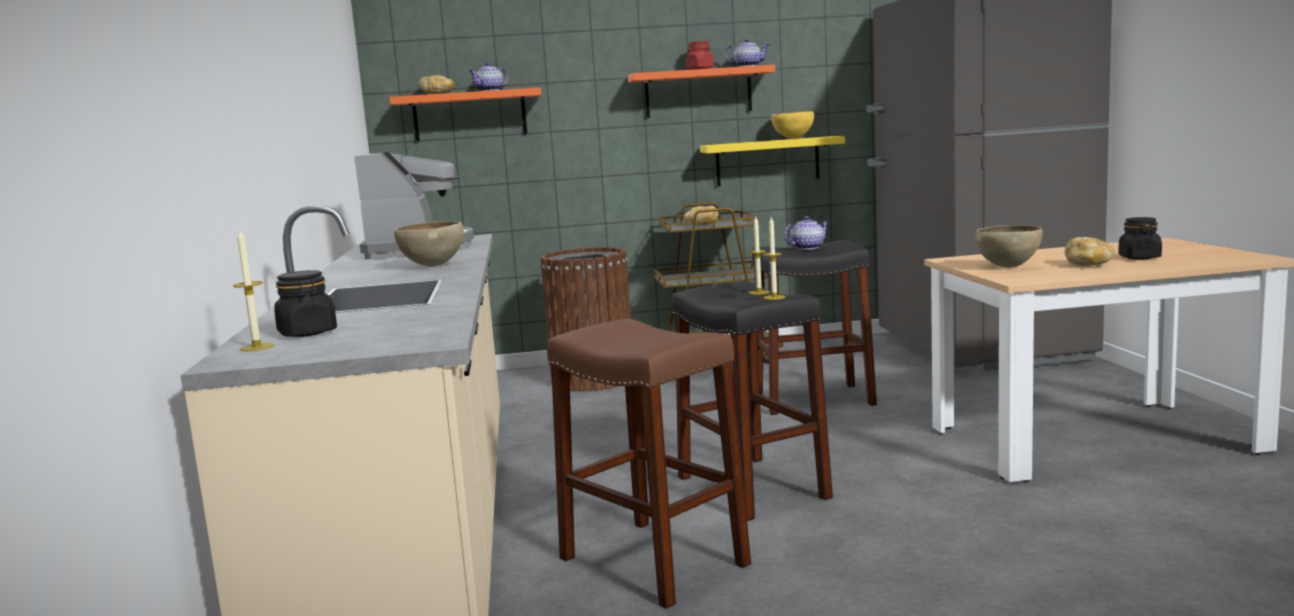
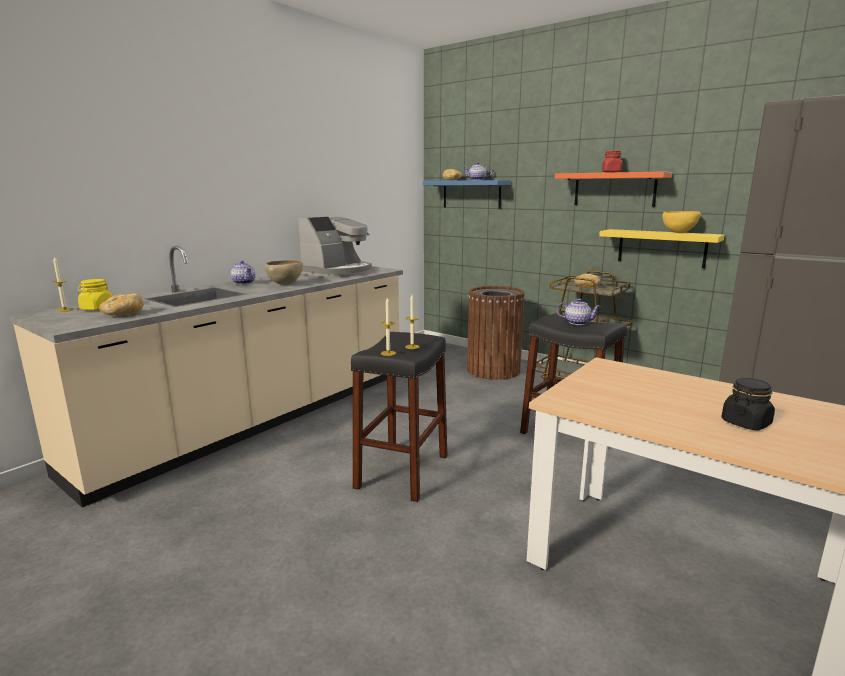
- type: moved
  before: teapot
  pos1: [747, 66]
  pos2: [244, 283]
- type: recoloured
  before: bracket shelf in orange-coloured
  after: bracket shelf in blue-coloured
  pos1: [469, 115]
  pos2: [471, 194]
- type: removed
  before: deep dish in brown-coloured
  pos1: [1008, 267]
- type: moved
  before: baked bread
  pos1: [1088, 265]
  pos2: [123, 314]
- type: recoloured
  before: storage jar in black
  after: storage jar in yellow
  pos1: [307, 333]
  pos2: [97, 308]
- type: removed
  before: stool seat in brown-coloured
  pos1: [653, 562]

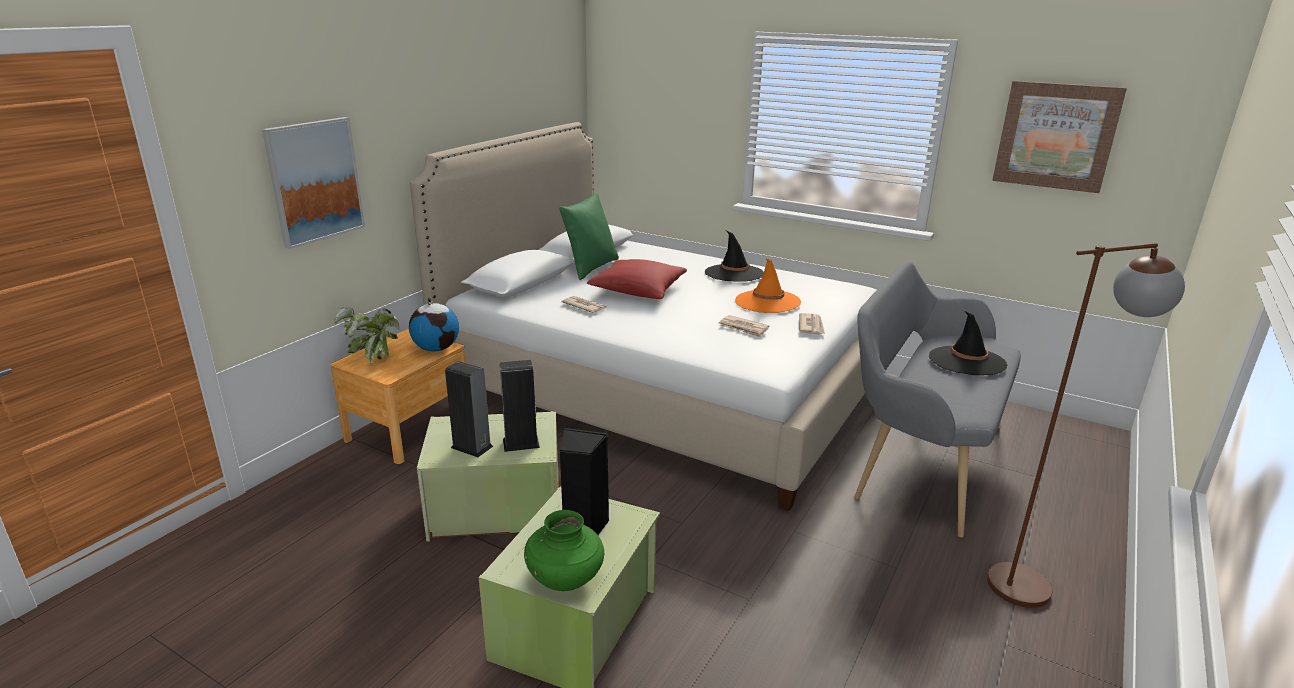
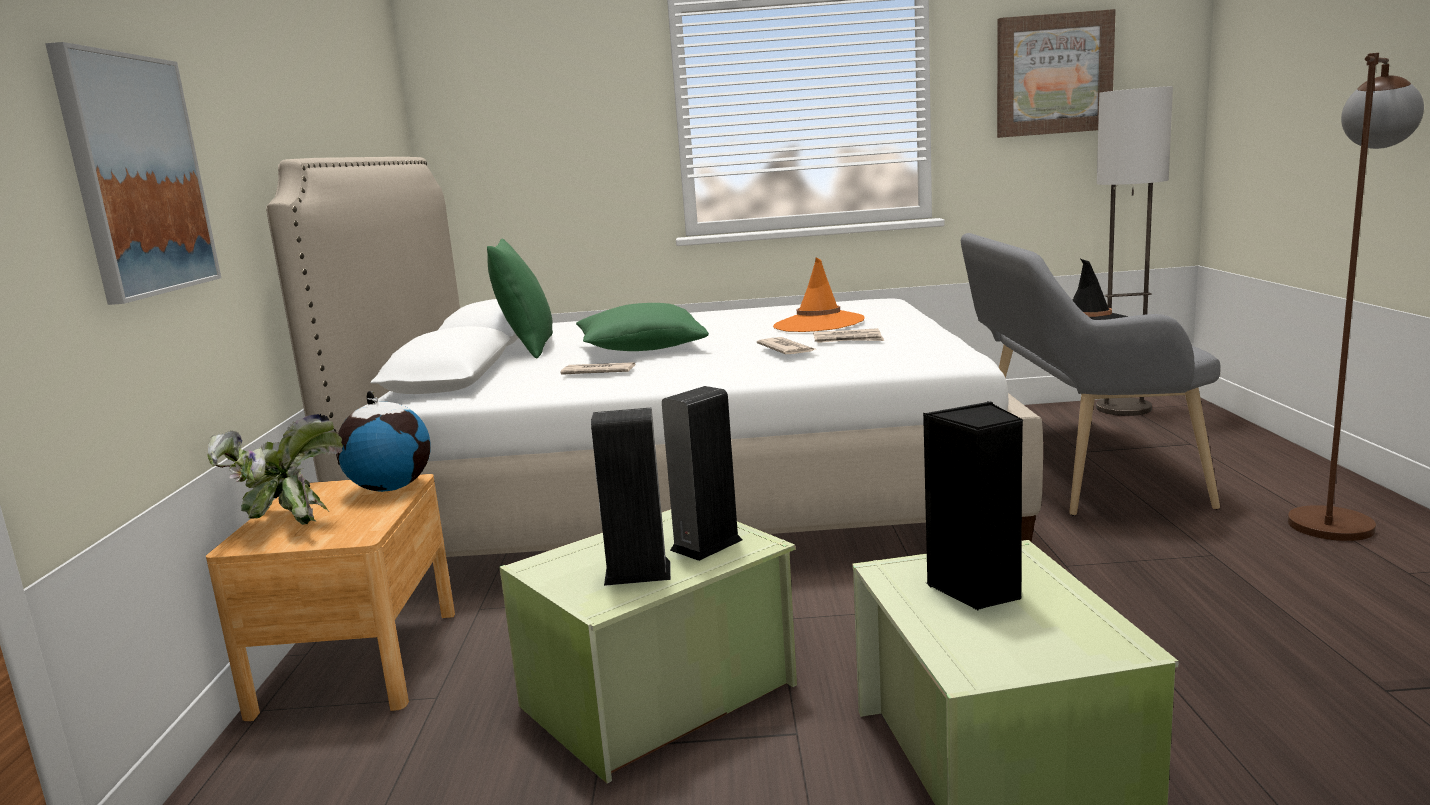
- type: removed
  before: hat in black
  pos1: [734, 273]
- type: recoloured
  before: pillow in red
  after: pillow in greenish
  pos1: [638, 291]
  pos2: [640, 348]
- type: moved
  before: newspaper
  pos1: [811, 326]
  pos2: [786, 349]
- type: removed
  before: flower vase in greenish
  pos1: [566, 579]
- type: added
  after: floor lamp
  pos2: [1123, 408]

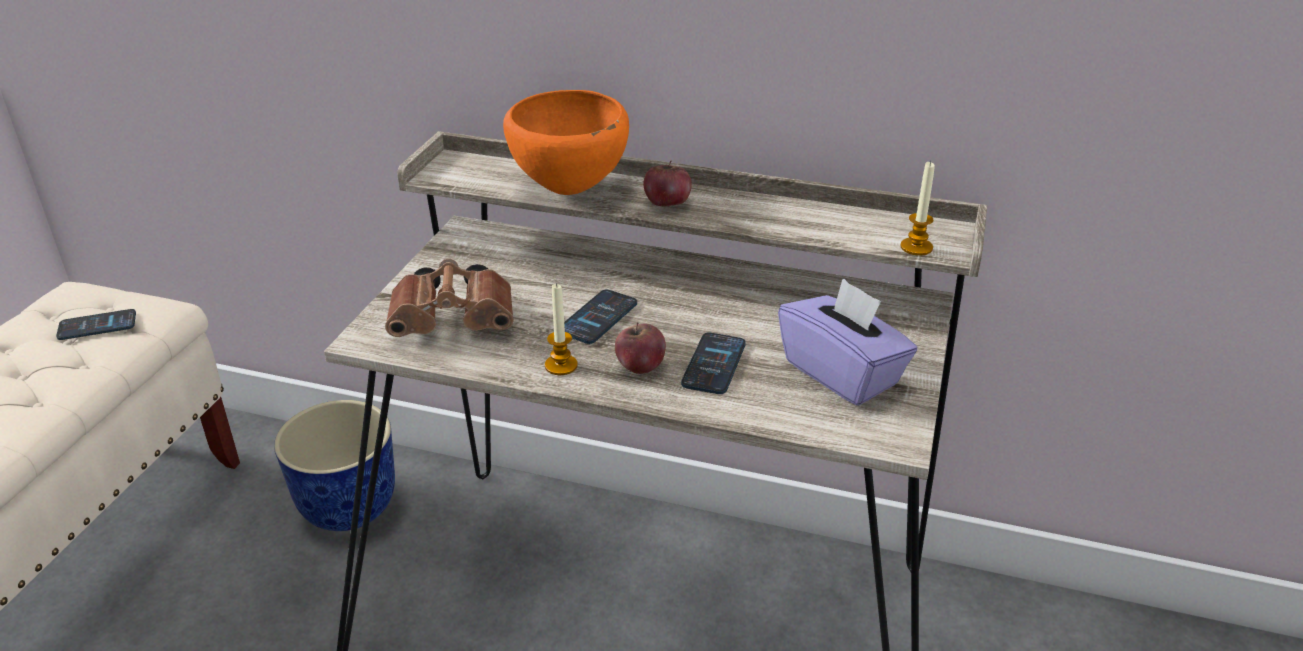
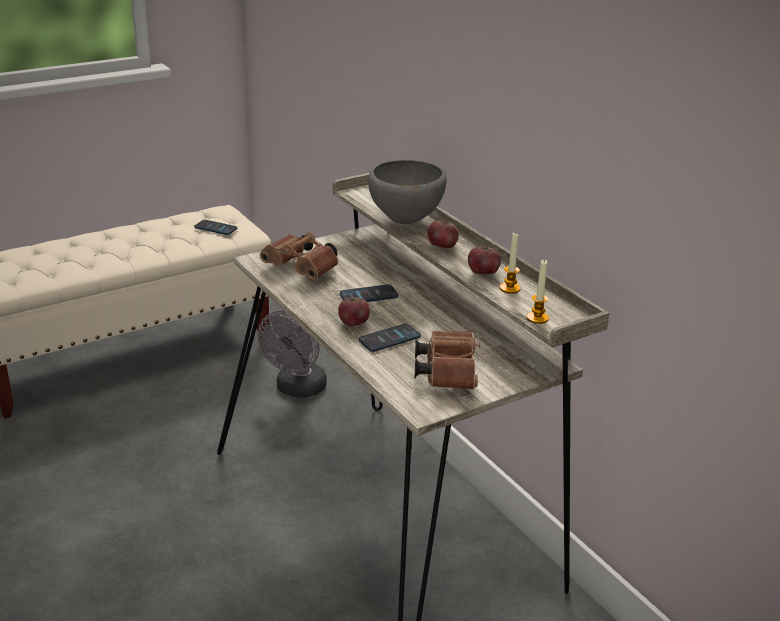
- type: recoloured
  before: deep dish in orange-coloured
  after: deep dish in greyish
  pos1: [570, 190]
  pos2: [405, 222]
- type: replaced
  before: tissue box in purple-coloured
  after: pair of binoculars in brown-coloured
  pos1: [842, 373]
  pos2: [447, 372]
- type: moved
  before: wax candle
  pos1: [561, 365]
  pos2: [510, 288]
- type: replaced
  before: plant pot
  after: electric fan in greyish
  pos1: [350, 507]
  pos2: [297, 389]
- type: added
  after: apple fruit
  pos2: [483, 273]

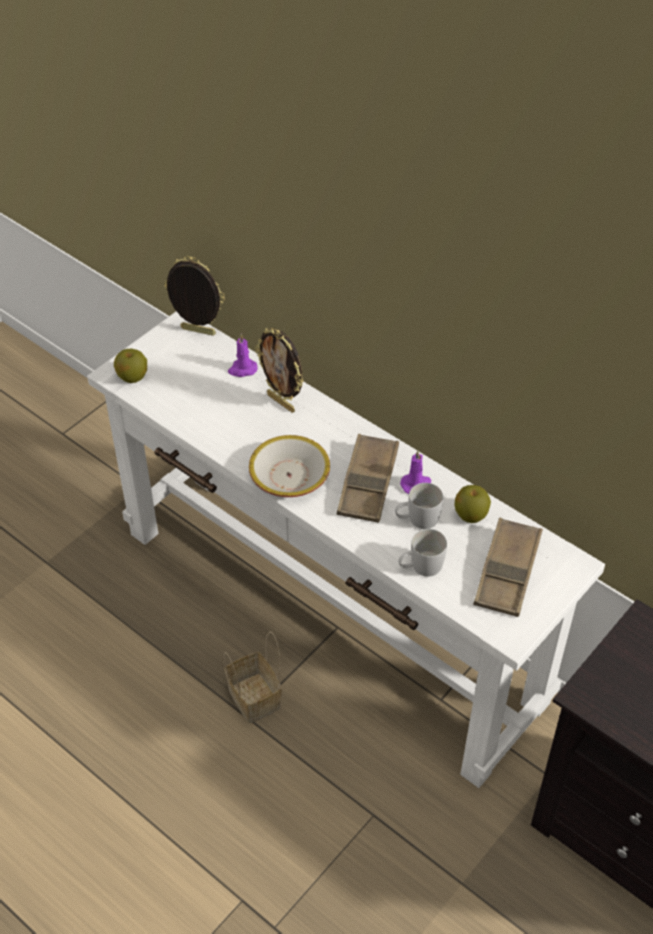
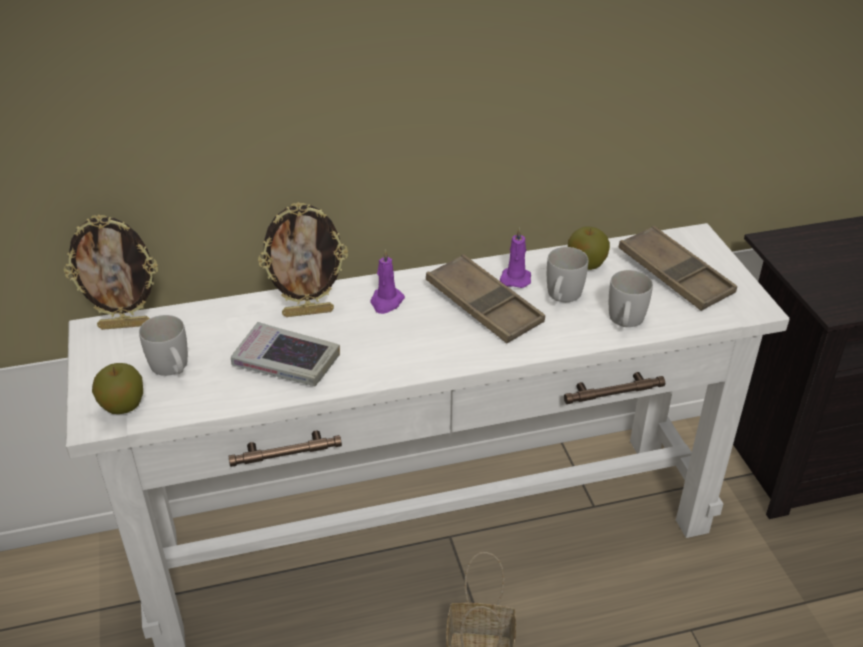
- type: turned
  before: picture frame
  pos1: [197, 332]
  pos2: [125, 325]
  turn: -150
- type: moved
  before: wax candle in purple-coloured
  pos1: [242, 369]
  pos2: [386, 302]
- type: removed
  before: deep dish
  pos1: [289, 475]
- type: added
  after: tea mug in whitish
  pos2: [172, 369]
- type: added
  after: volume
  pos2: [286, 362]

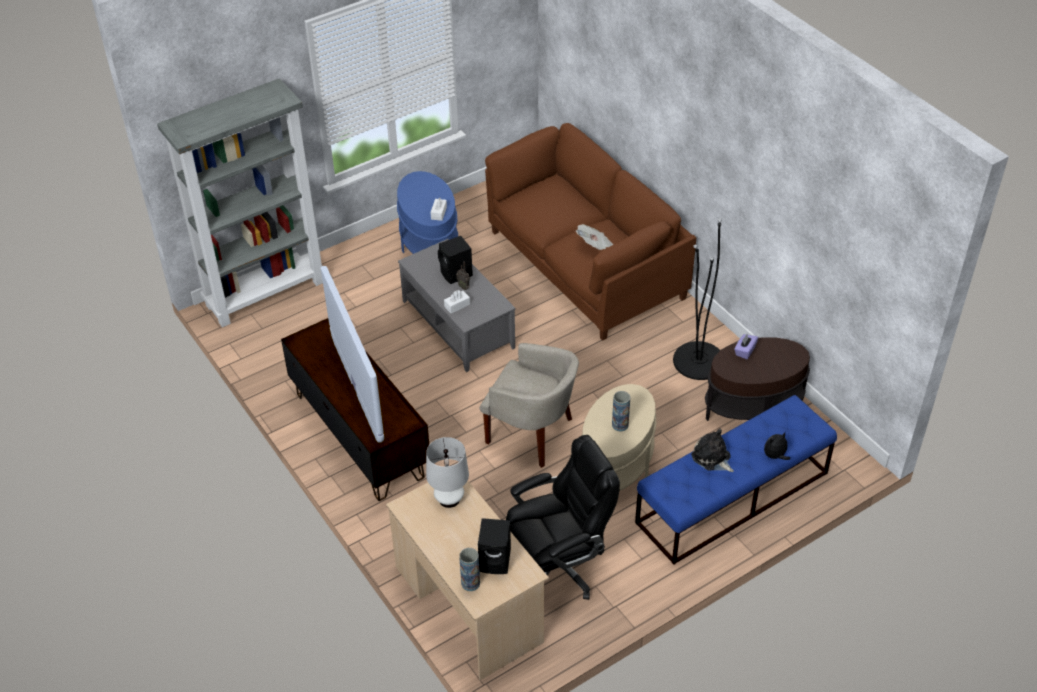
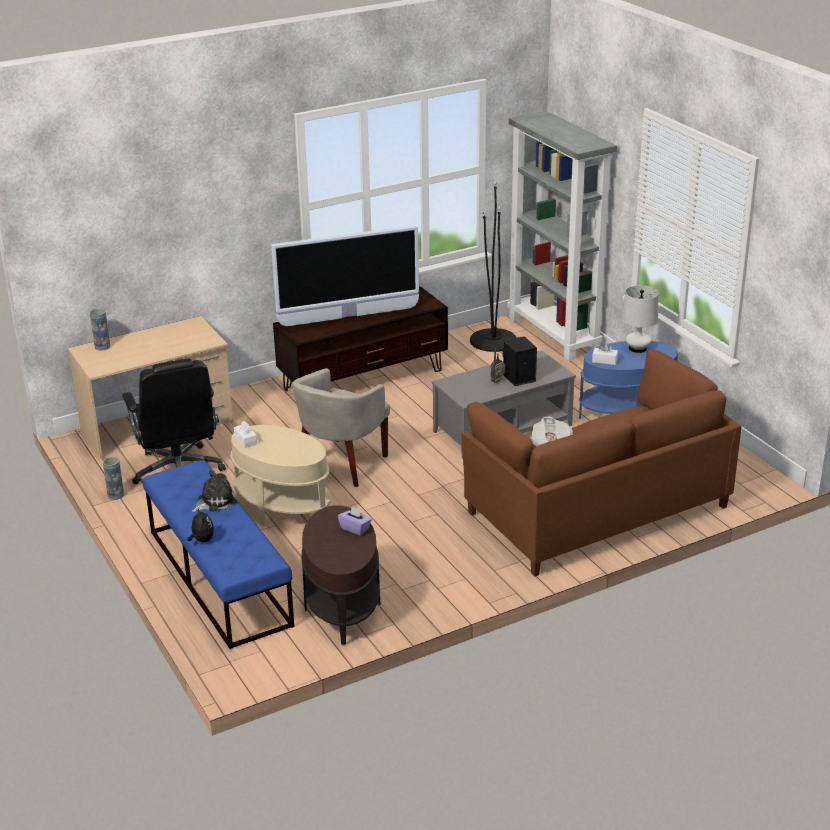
- type: moved
  before: floor lamp in black
  pos1: [699, 361]
  pos2: [493, 340]
- type: moved
  before: tissue box in whitish
  pos1: [457, 305]
  pos2: [245, 440]
- type: moved
  before: flower vase
  pos1: [620, 425]
  pos2: [116, 495]
- type: moved
  before: table lamp in whitish
  pos1: [449, 499]
  pos2: [637, 348]
- type: removed
  before: audio speaker in black
  pos1: [496, 560]

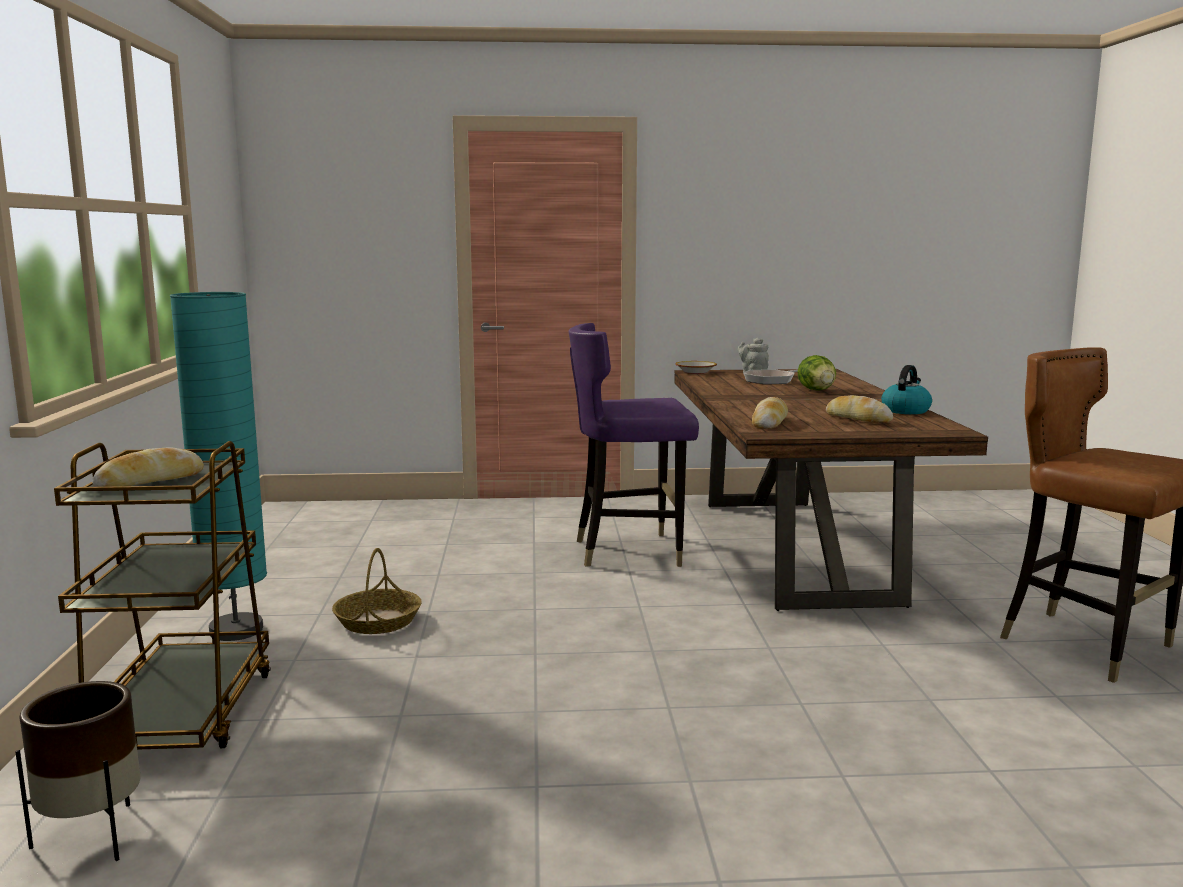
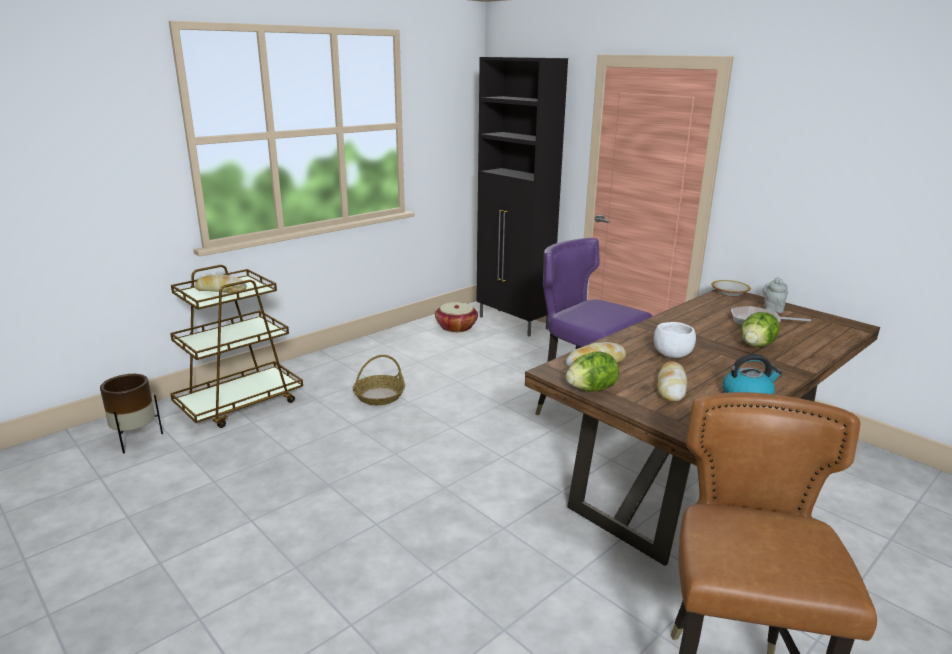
- type: removed
  before: floor lamp in blue-green
  pos1: [236, 630]
- type: added
  after: cupboard in black
  pos2: [513, 323]
- type: added
  after: storage basket
  pos2: [456, 327]
- type: added
  after: deep dish in whitish
  pos2: [672, 355]
- type: added
  after: lettuce head
  pos2: [591, 389]

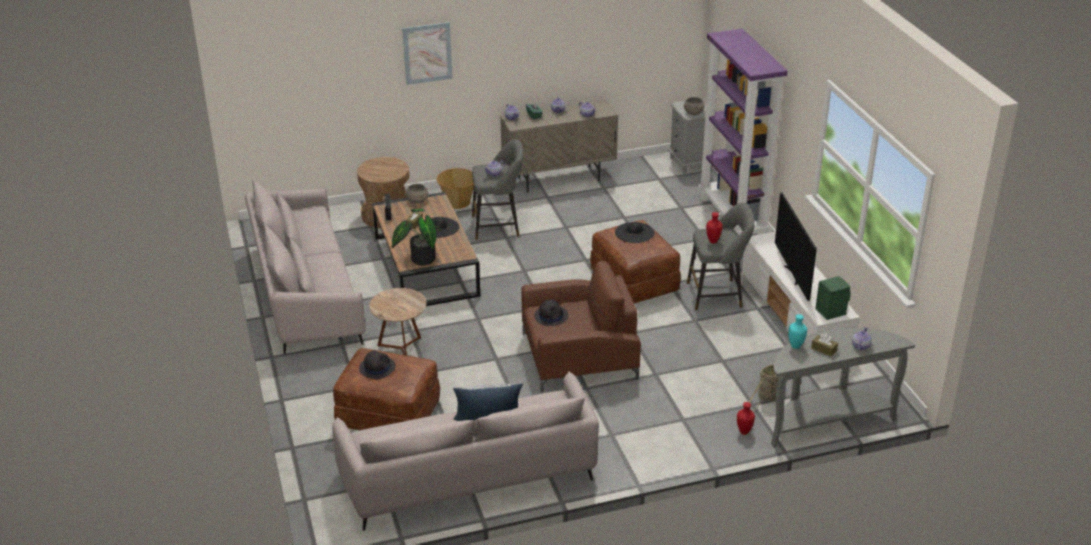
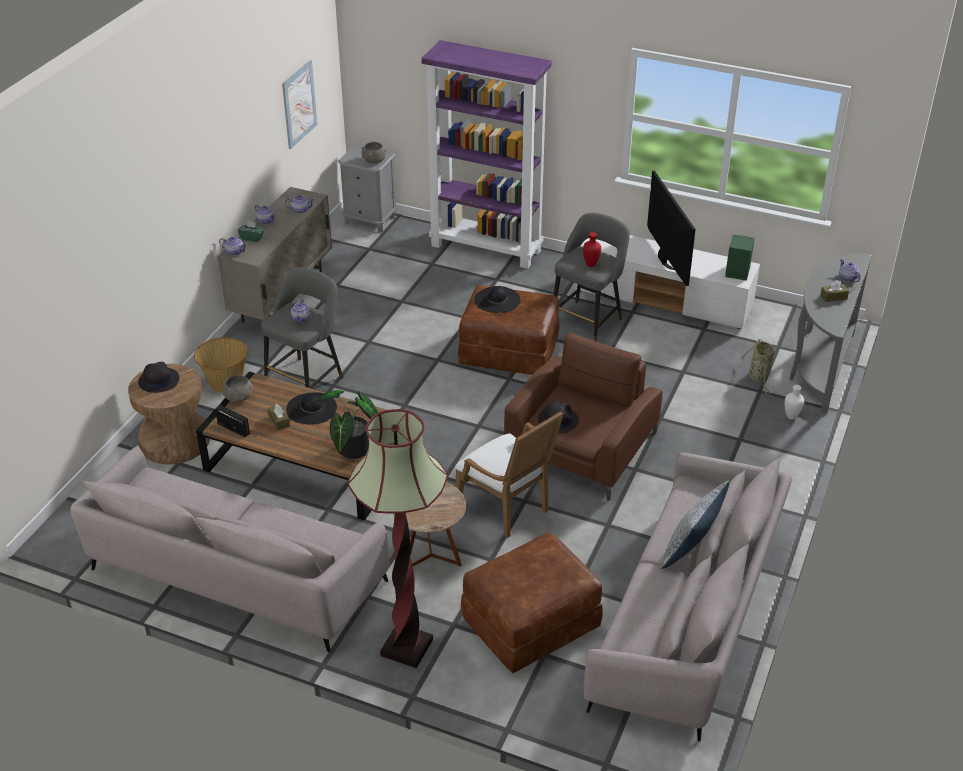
- type: moved
  before: wall art
  pos1: [427, 53]
  pos2: [299, 104]
- type: turned
  before: television
  pos1: [793, 275]
  pos2: [664, 260]
  turn: -135
- type: removed
  before: flower vase in blue-green
  pos1: [796, 346]
- type: moved
  before: hat in black
  pos1: [377, 367]
  pos2: [158, 380]
- type: recoloured
  before: flower vase in red
  after: flower vase in whitish
  pos1: [744, 432]
  pos2: [792, 417]
- type: added
  after: floor lamp
  pos2: [406, 647]
- type: added
  after: lounge chair in whitish
  pos2: [508, 509]

